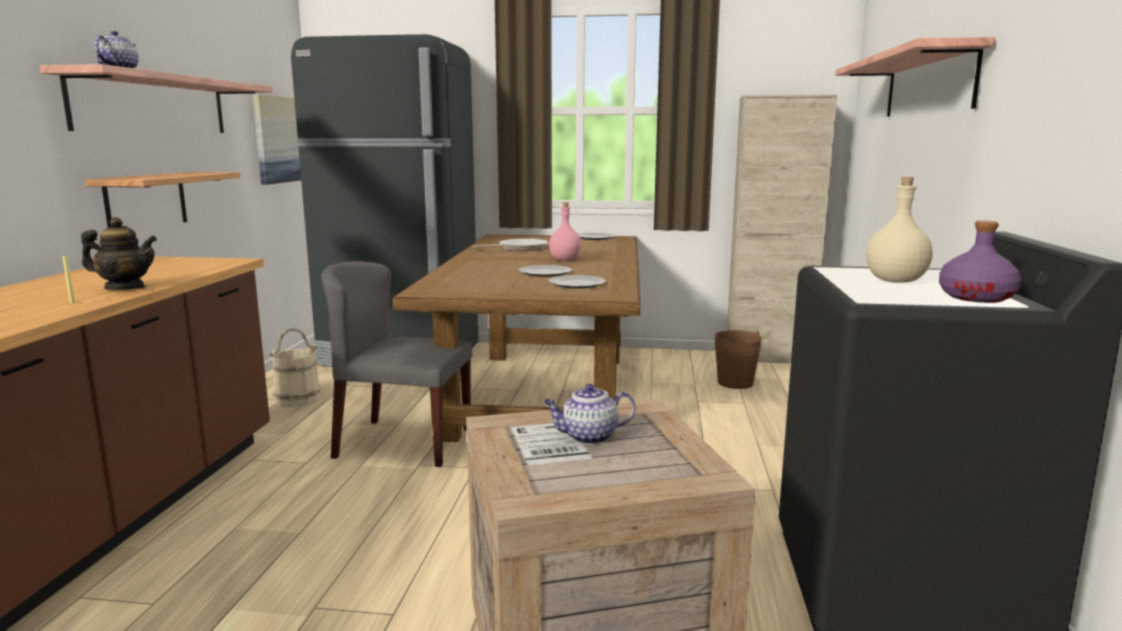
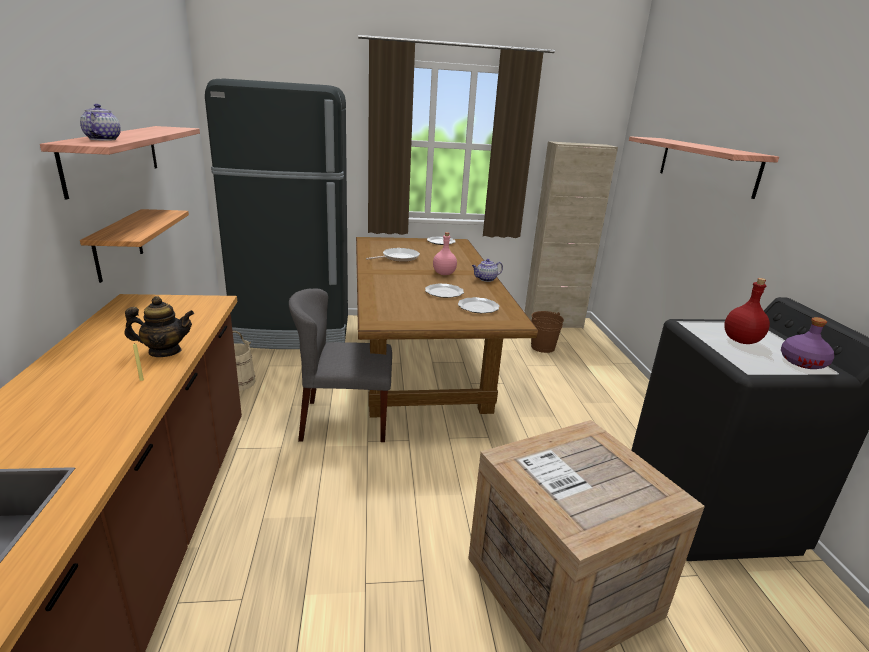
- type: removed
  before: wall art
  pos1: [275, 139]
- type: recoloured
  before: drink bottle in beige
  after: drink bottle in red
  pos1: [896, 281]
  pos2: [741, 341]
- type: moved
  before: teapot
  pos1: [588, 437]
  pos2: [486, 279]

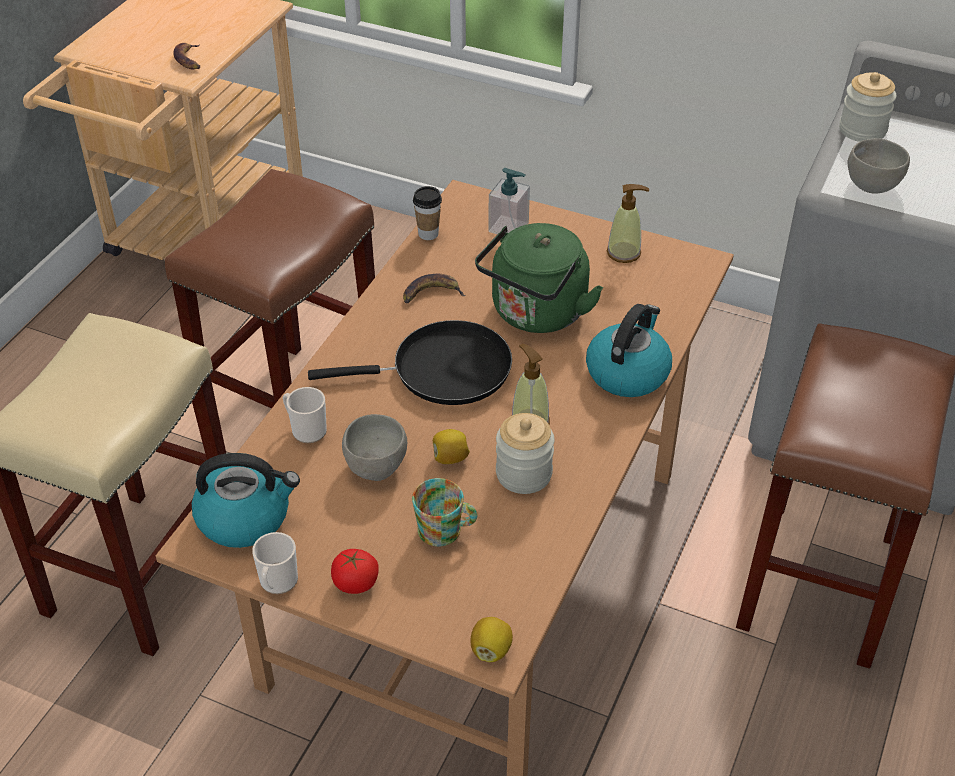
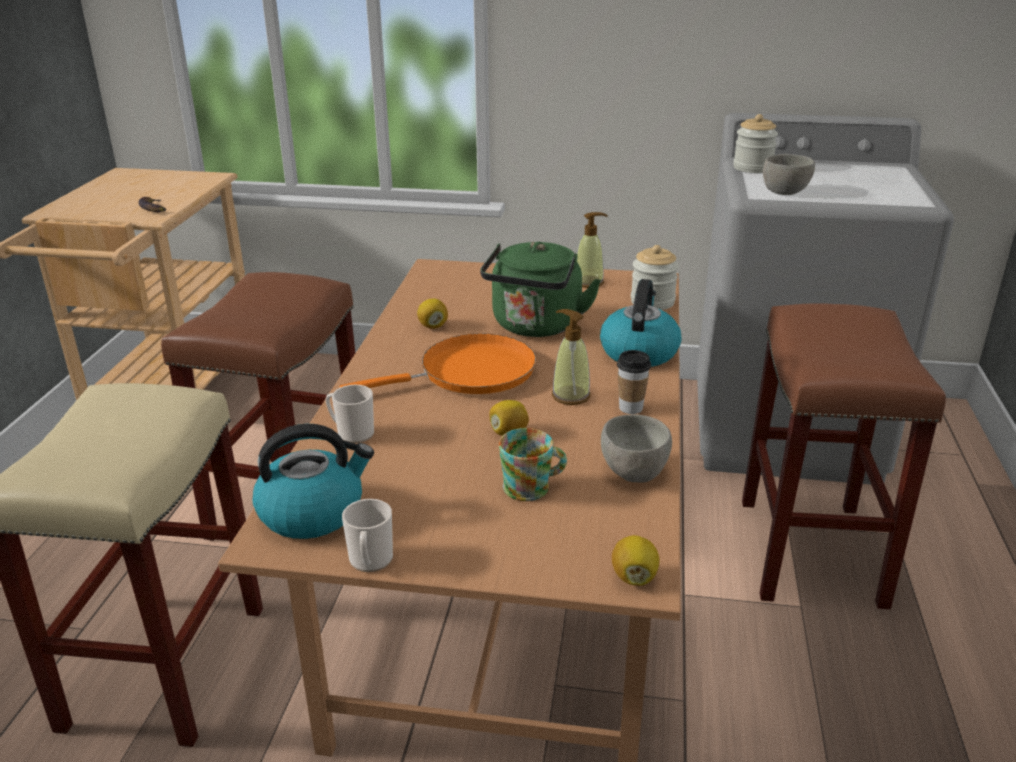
- type: removed
  before: soap dispenser
  pos1: [508, 227]
- type: moved
  before: small cup
  pos1: [428, 234]
  pos2: [630, 408]
- type: replaced
  before: banana
  after: whole lemon
  pos1: [431, 293]
  pos2: [433, 326]
- type: recoloured
  before: skillet in black
  after: skillet in orange-coloured
  pos1: [443, 370]
  pos2: [469, 373]
- type: moved
  before: storage jar
  pos1: [523, 474]
  pos2: [652, 302]
- type: moved
  before: deep dish in greyish
  pos1: [374, 466]
  pos2: [632, 472]
- type: removed
  before: fresh tomato
  pos1: [355, 583]

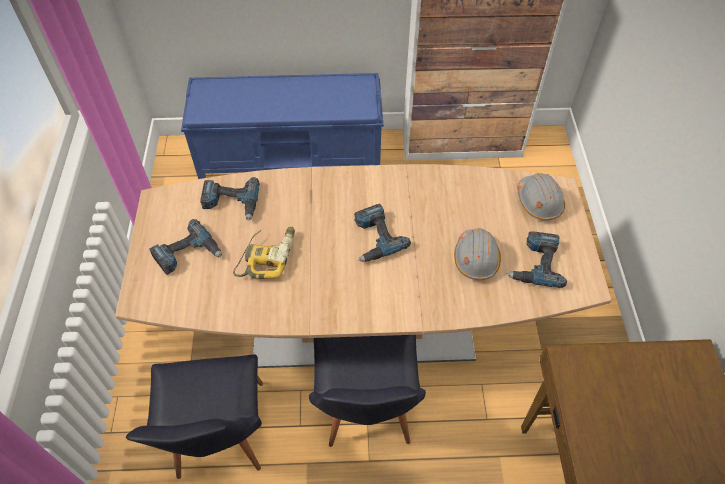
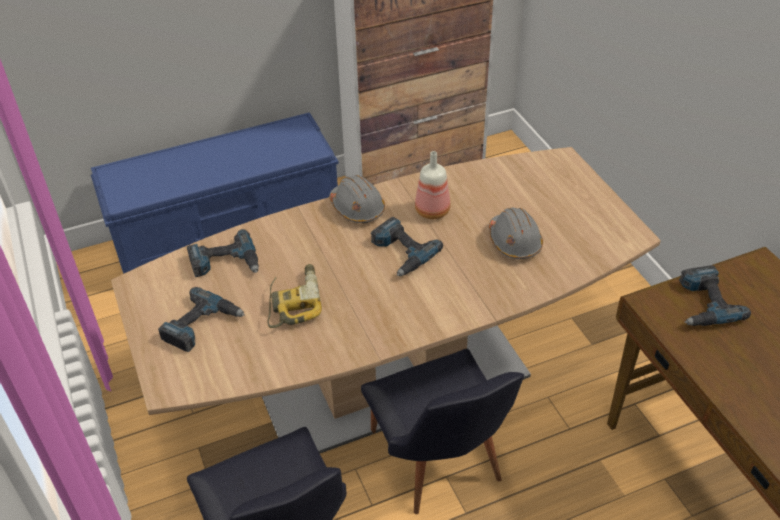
- type: moved
  before: safety helmet in greyish
  pos1: [538, 202]
  pos2: [357, 208]
- type: moved
  before: drill
  pos1: [535, 263]
  pos2: [703, 303]
- type: added
  after: drink bottle
  pos2: [433, 211]

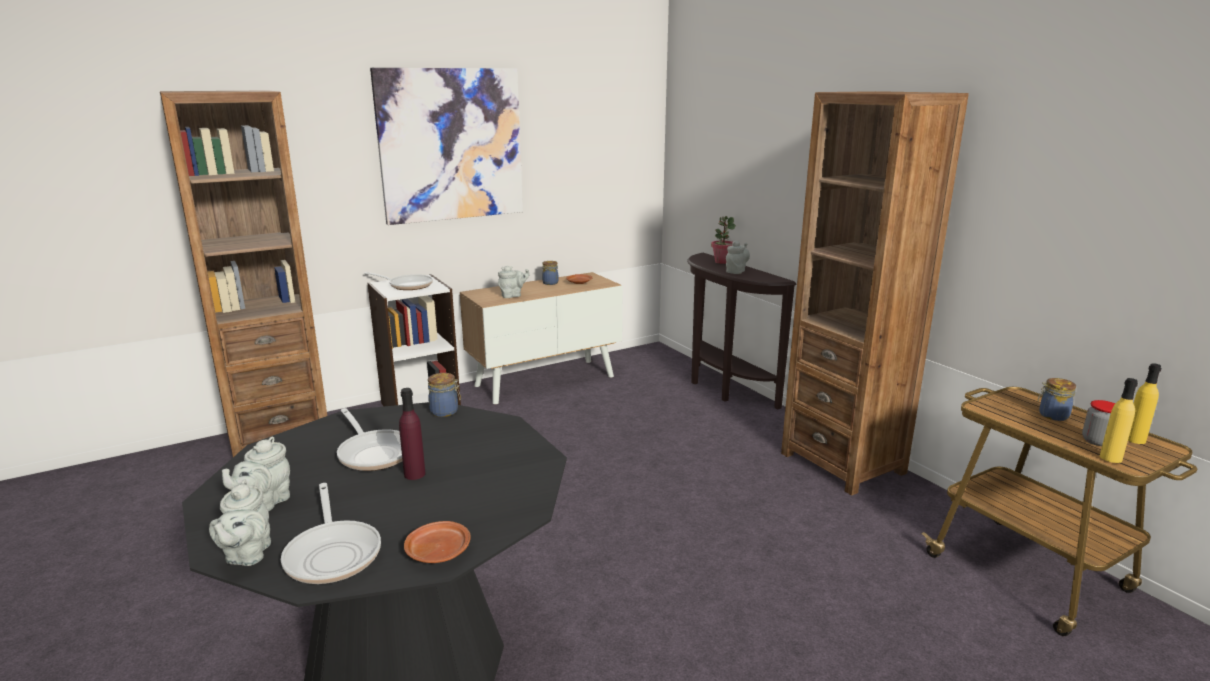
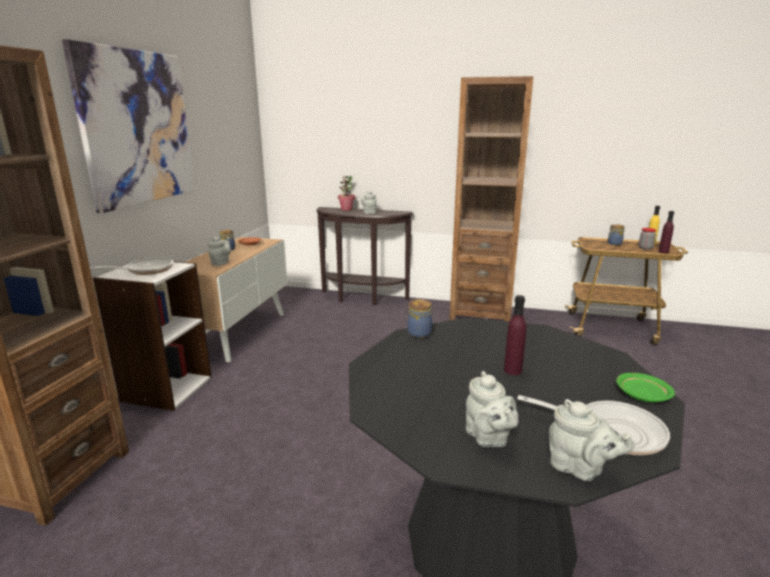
- type: recoloured
  before: drink bottle in yellow
  after: drink bottle in purple-coloured
  pos1: [1110, 458]
  pos2: [663, 251]
- type: removed
  before: skillet
  pos1: [374, 453]
- type: recoloured
  before: plate in brown-coloured
  after: plate in greenish
  pos1: [438, 552]
  pos2: [641, 395]

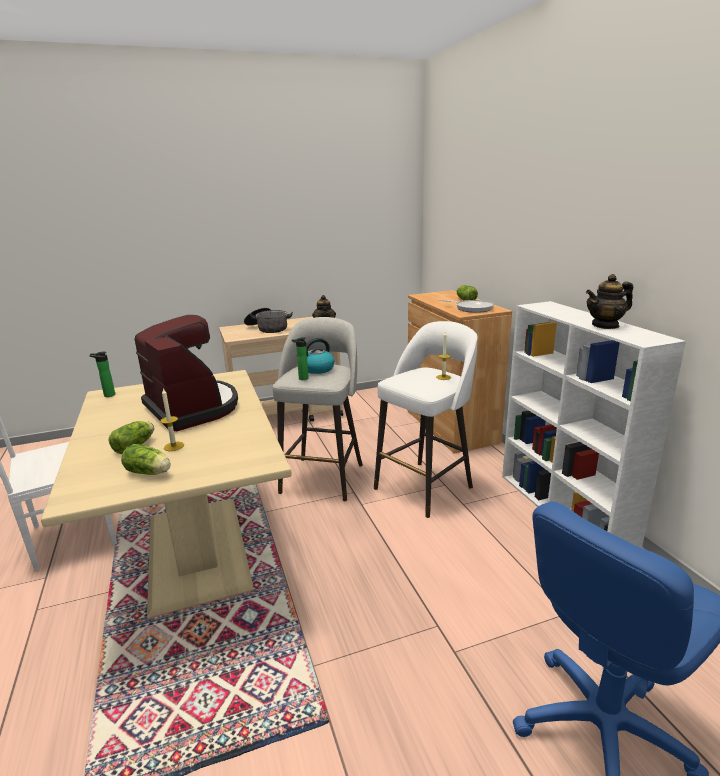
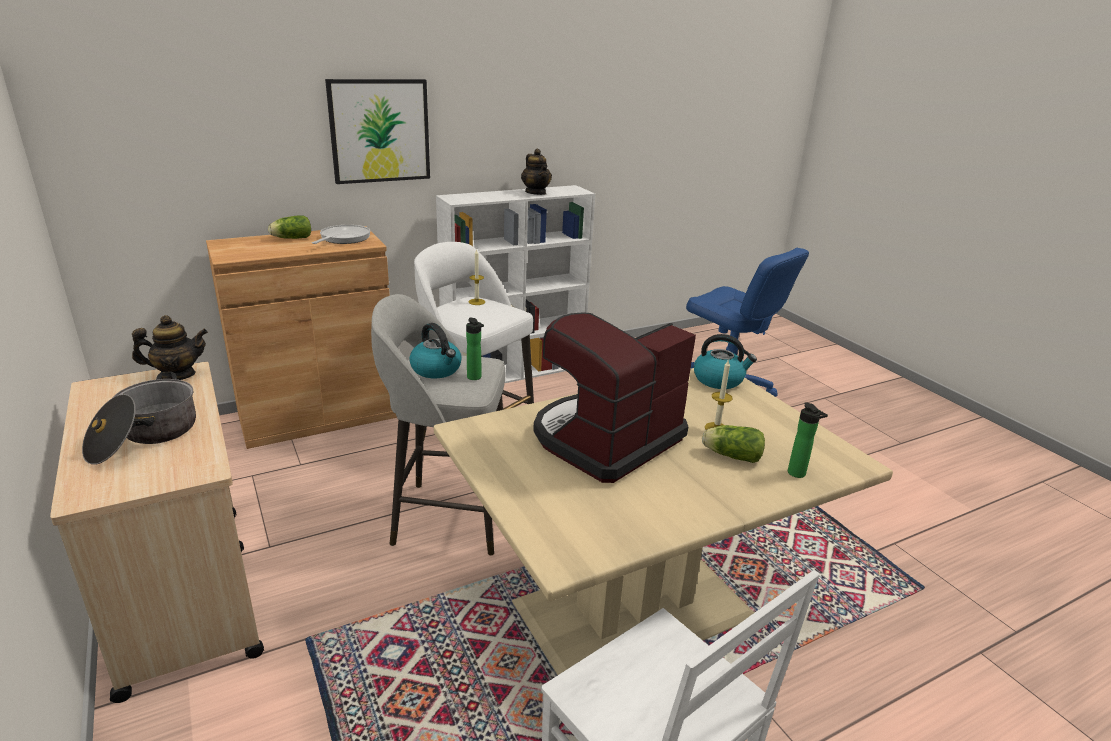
- type: moved
  before: drink bottle
  pos1: [107, 395]
  pos2: [798, 474]
- type: removed
  before: lettuce head
  pos1: [150, 473]
- type: added
  after: wall art
  pos2: [379, 131]
- type: added
  after: water kettle
  pos2: [719, 380]

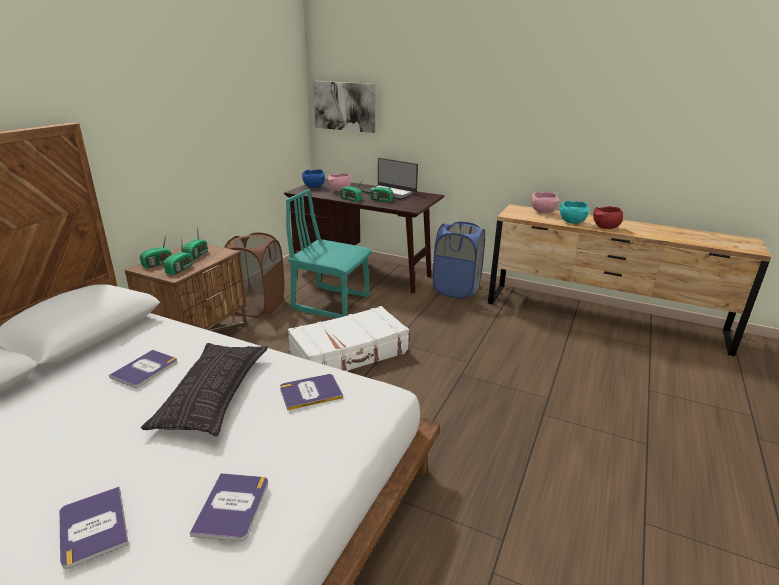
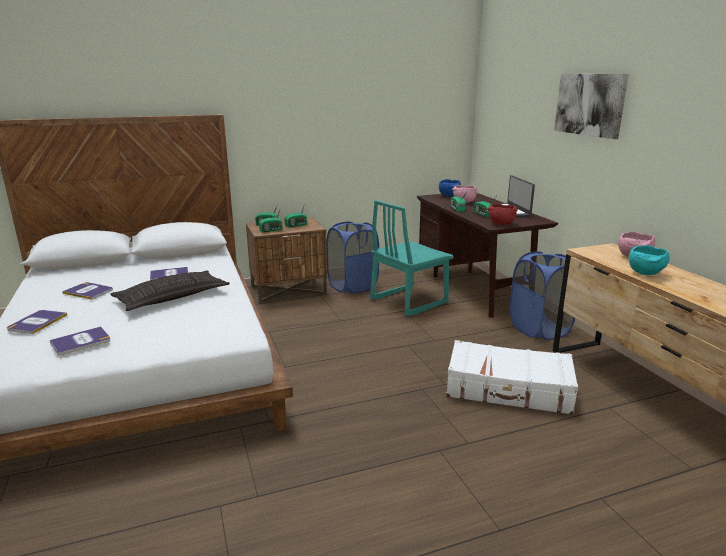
- type: moved
  before: wall art
  pos1: [345, 106]
  pos2: [590, 104]
- type: turned
  before: upright chair in blue-green
  pos1: [331, 302]
  pos2: [408, 301]
  turn: -105
- type: moved
  before: deep dish in red
  pos1: [605, 228]
  pos2: [501, 224]
- type: recoloured
  before: laundry basket in brown-coloured
  after: laundry basket in blue-coloured
  pos1: [258, 306]
  pos2: [352, 286]
- type: moved
  before: piece of luggage in whitish
  pos1: [350, 353]
  pos2: [509, 389]
- type: moved
  before: volume
  pos1: [310, 392]
  pos2: [88, 291]

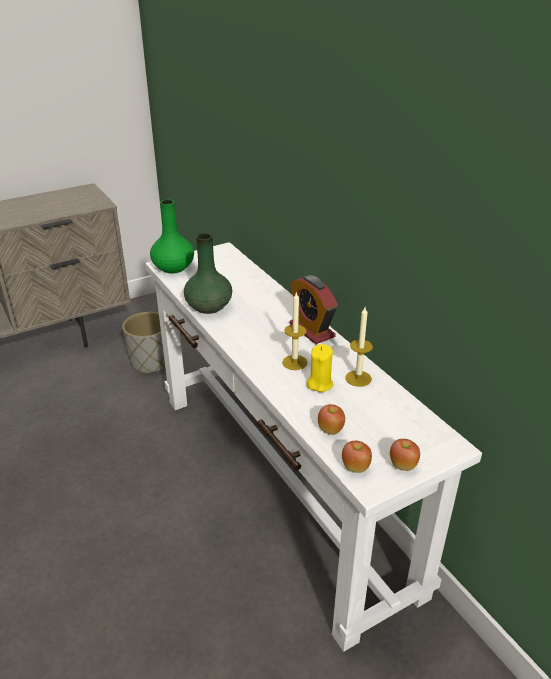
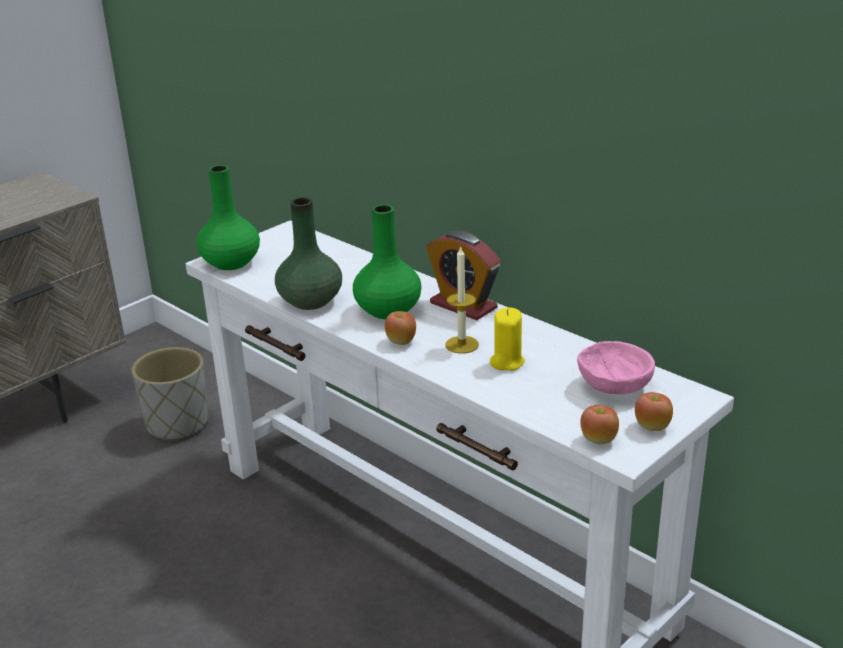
- type: removed
  before: wax candle
  pos1: [358, 378]
- type: moved
  before: apple fruit
  pos1: [330, 430]
  pos2: [401, 341]
- type: added
  after: flower vase in greenish
  pos2: [388, 311]
- type: added
  after: deep dish in pinkish
  pos2: [614, 386]

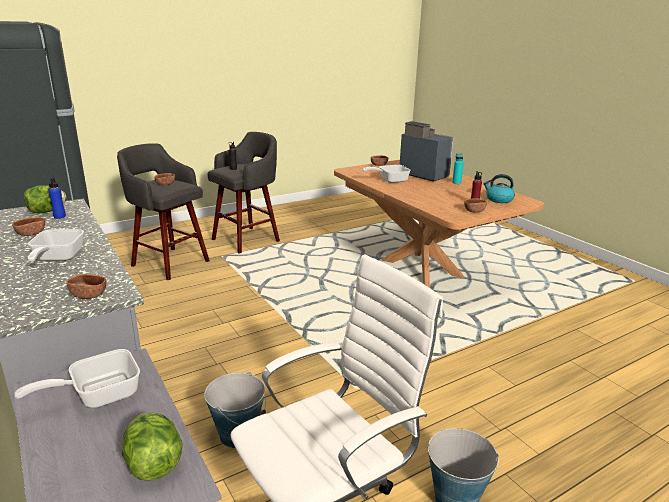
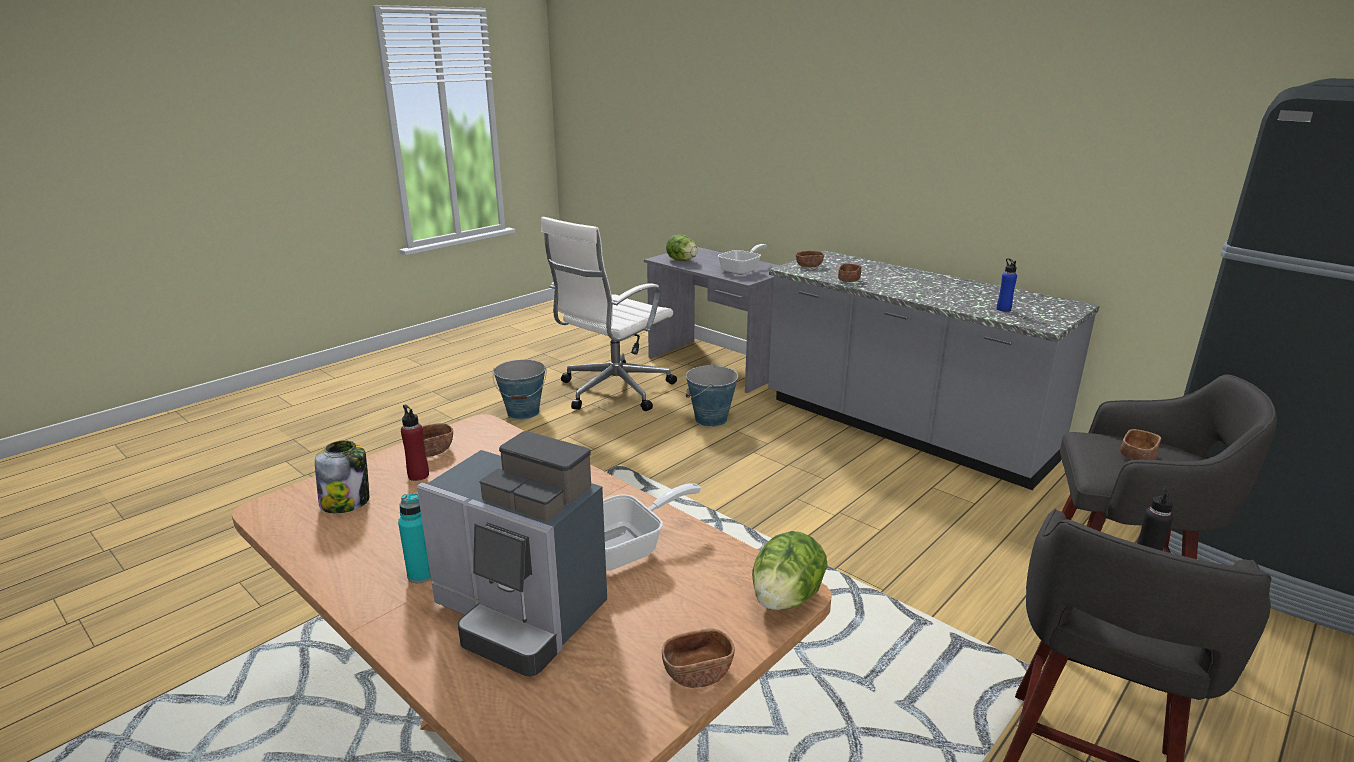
- type: replaced
  before: water kettle
  after: storage jar
  pos1: [498, 199]
  pos2: [346, 502]
- type: moved
  before: lettuce head
  pos1: [46, 211]
  pos2: [786, 598]
- type: moved
  before: deep dish in brown-coloured
  pos1: [31, 233]
  pos2: [848, 280]
- type: removed
  before: skillet
  pos1: [56, 258]

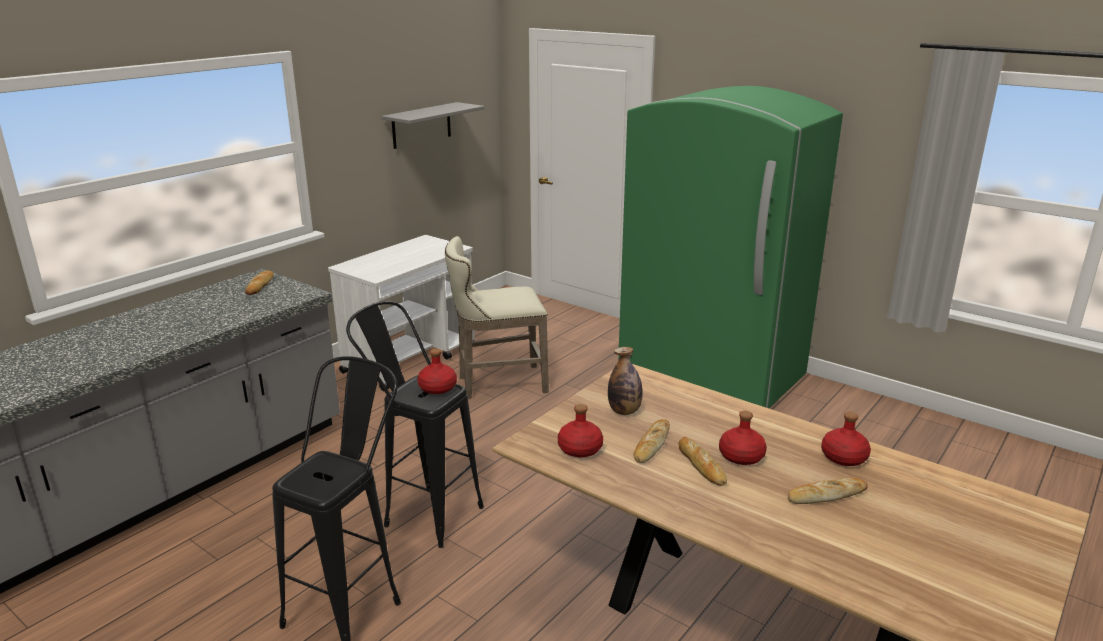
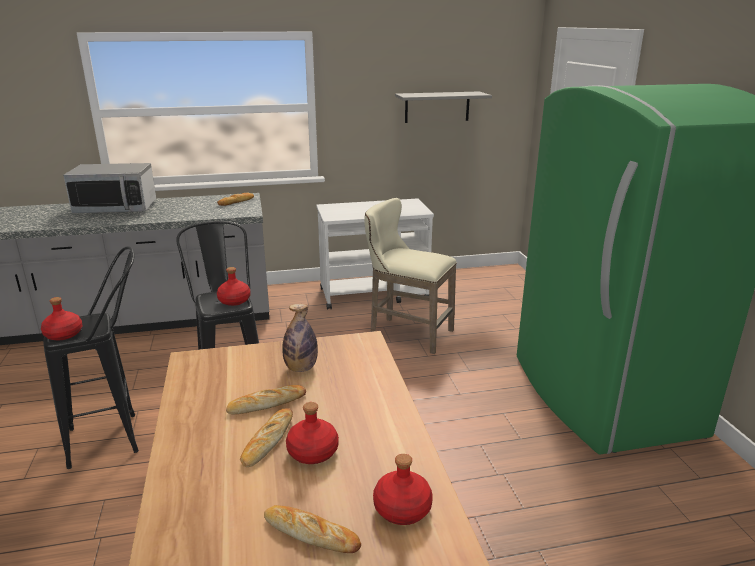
- type: moved
  before: drink bottle in red
  pos1: [580, 448]
  pos2: [64, 334]
- type: added
  after: microwave oven
  pos2: [116, 208]

